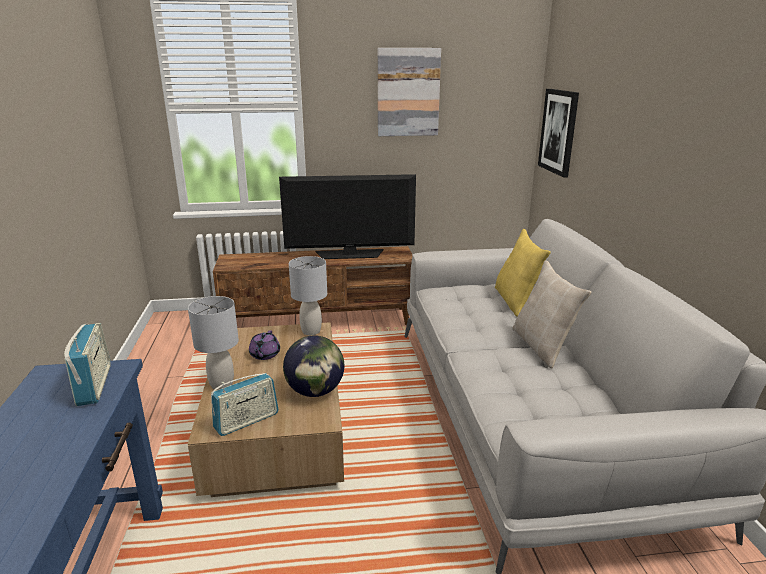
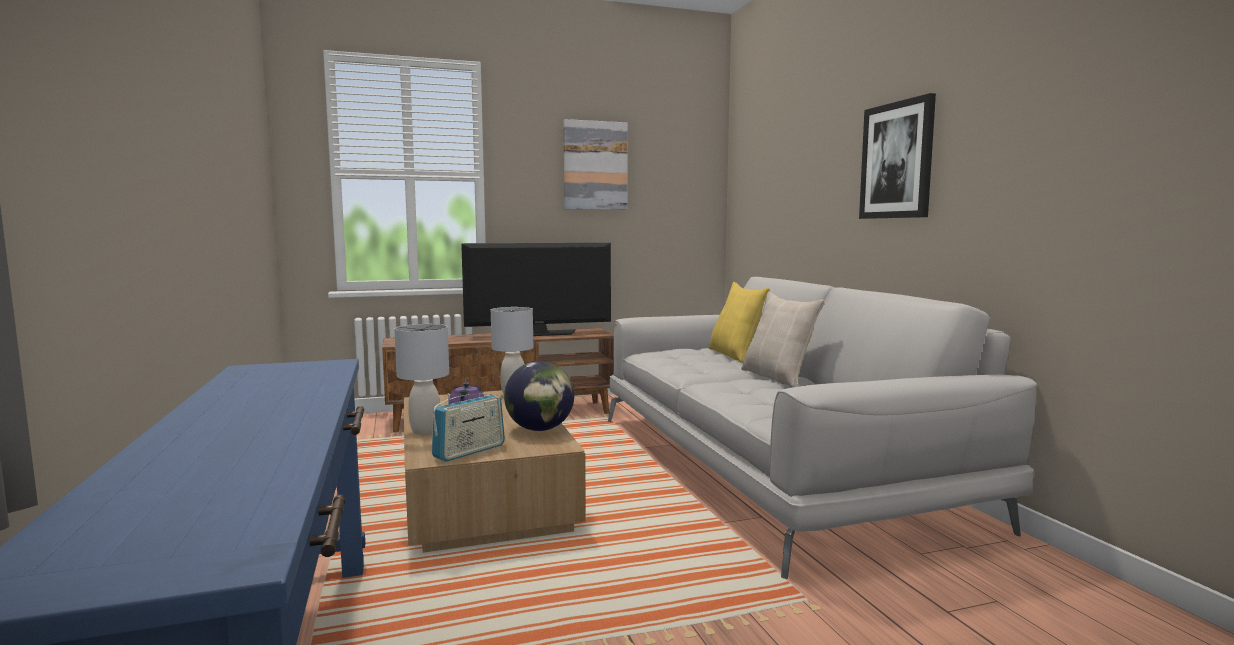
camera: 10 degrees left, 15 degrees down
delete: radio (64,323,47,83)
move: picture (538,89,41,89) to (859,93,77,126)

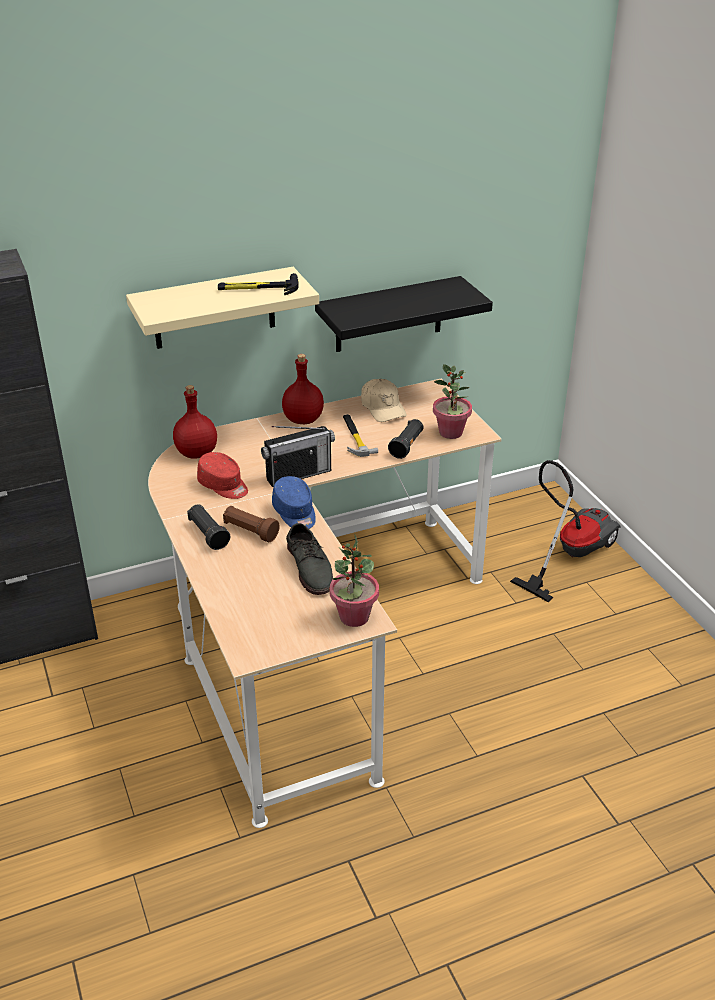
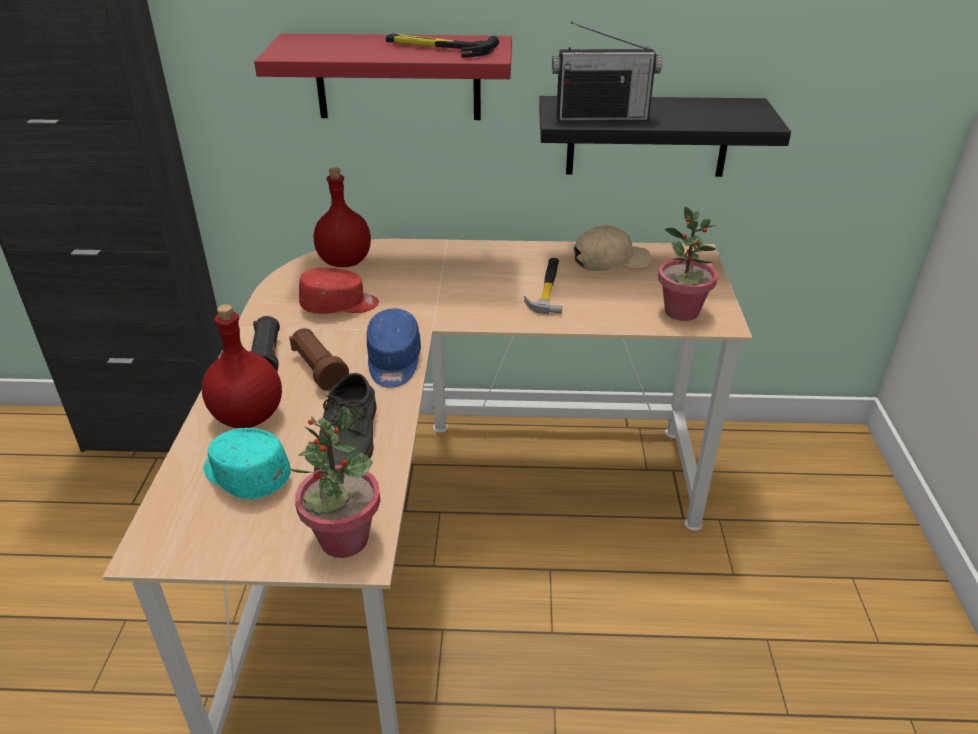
camera: 25 degrees right, 0 degrees up
delete: flashlight in black (388,419,36,40); vacuum cleaner (510,460,111,143)
insert: cap in turquoise (204,428,87,71)
move: radio (261,426,74,61) to (552,21,110,100); bottle in red (282,354,42,70) to (202,304,80,124)
recolor: shelf in beige (126,267,193,82) to shelf in red (254,34,258,86)
rotate: cap in red (197,452,51,47) = (299,267,80,47) 75 degrees counterclockwise; cap in beige (361,379,46,43) = (574,225,78,46) 105 degrees counterclockwise

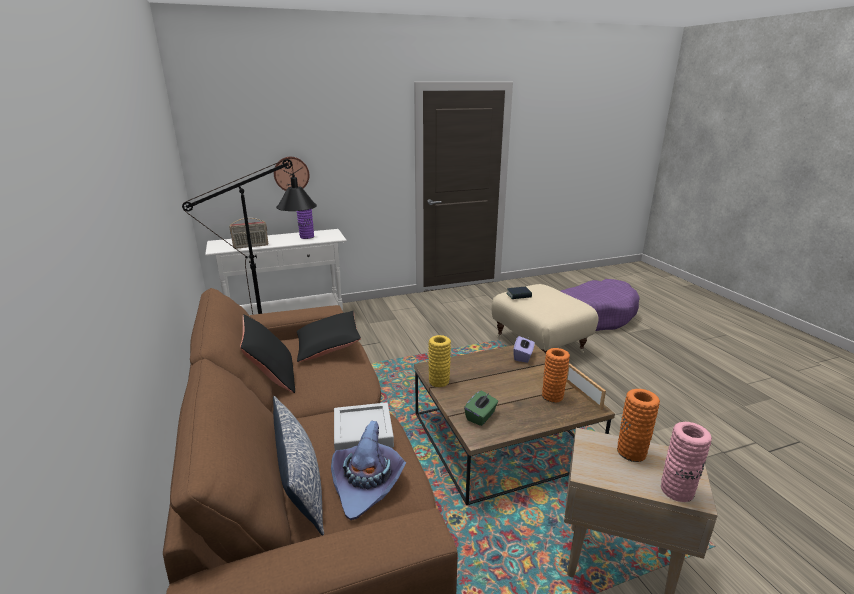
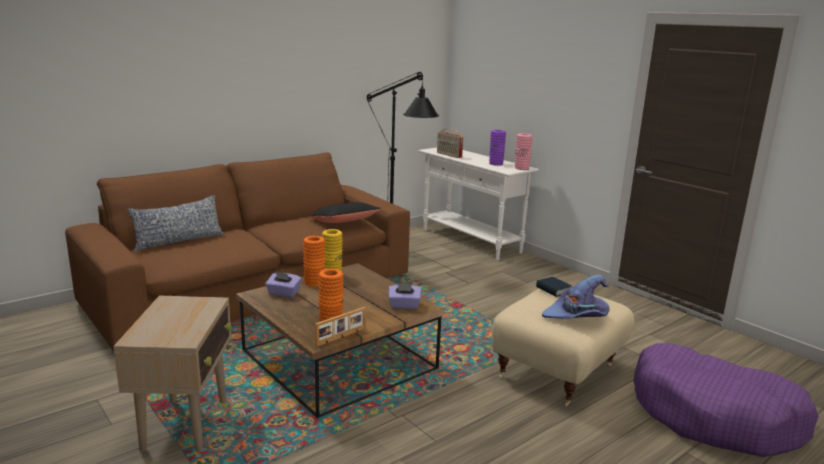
camera: 70 degrees right, 5 degrees down
delete: pillow in black (240,314,55,79); wall clock (274,157,35,34); tray in grey (334,402,60,49)
move: hat in purple (331,421,75,99) to (542,275,68,44); vase in orange (617,389,43,73) to (303,236,22,51); vase in pink (661,422,51,80) to (515,133,17,37)
recolor: tissue box in green (464,391,34,35) to tissue box in purple (265,271,36,27)

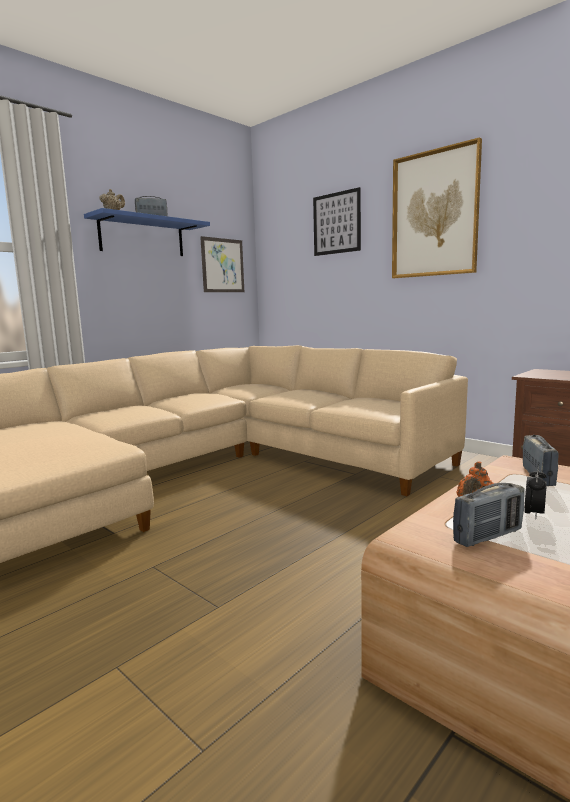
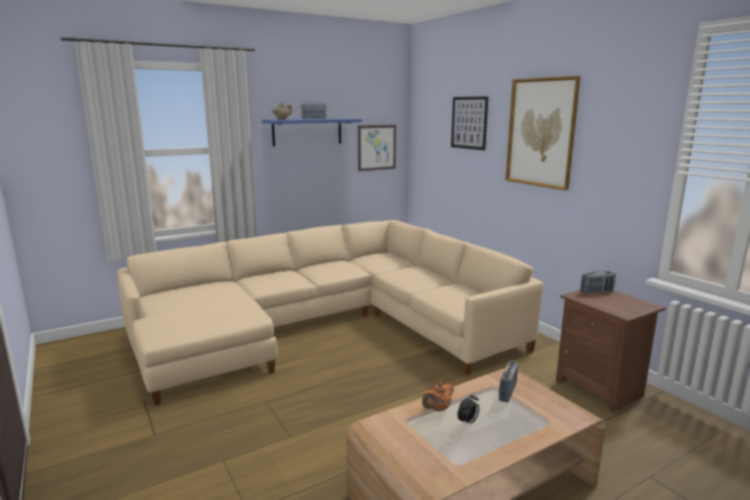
camera: 15 degrees right, 5 degrees up
move: radio (453,483,72,64) to (581,271,35,23)

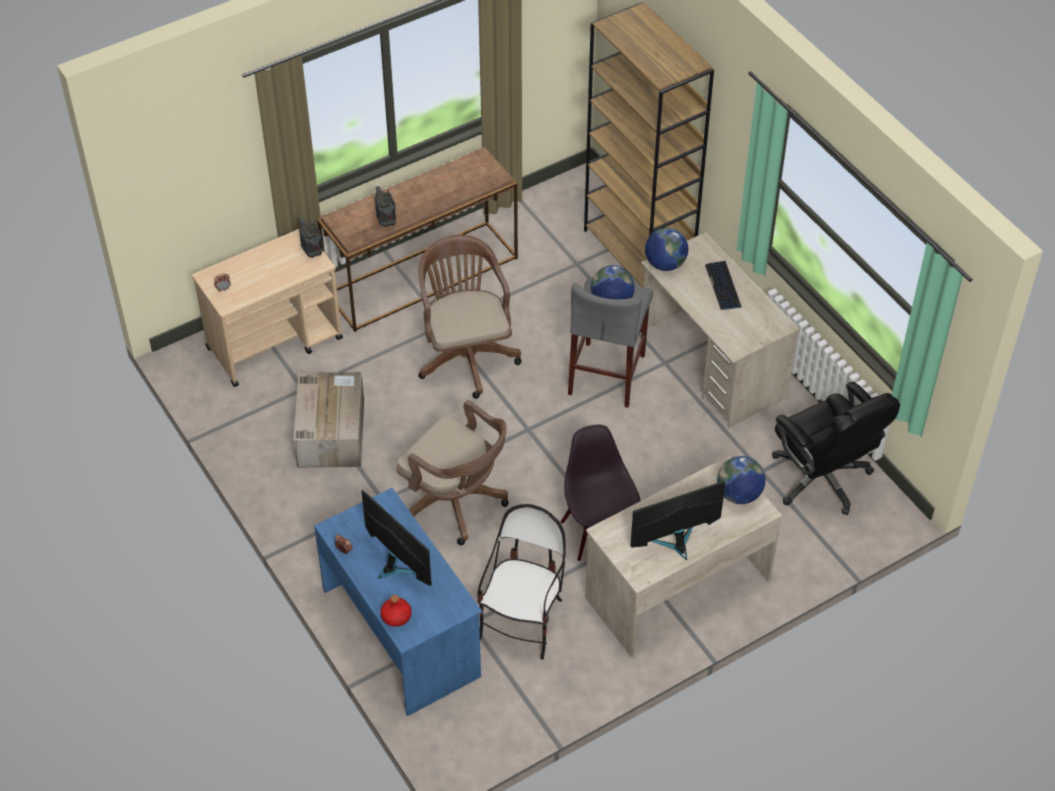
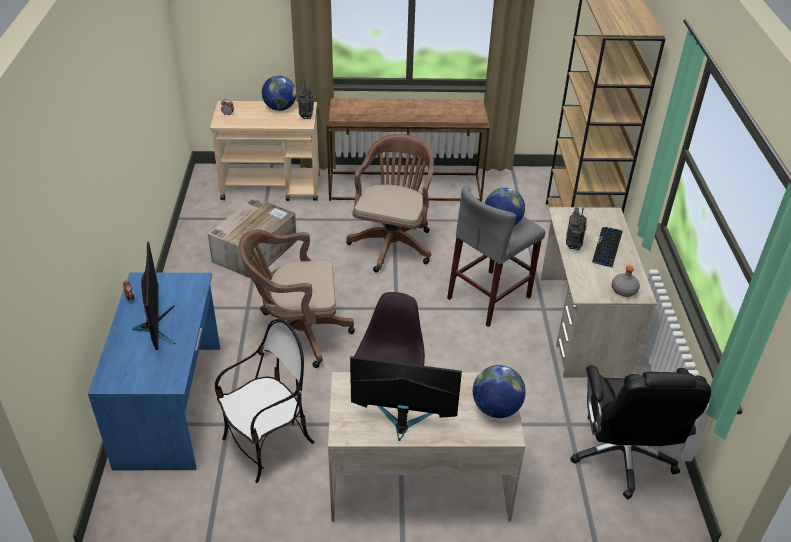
camera: 30 degrees right, 10 degrees down
delete: bottle in red (380,595,31,32)
insert: bottle in grey (611,266,29,31)
move: radio (375,186,21,41) to (566,207,21,43); globe (645,227,43,44) to (262,76,35,35)
rotate: office chair in brown (397,400,112,145) = (239,229,116,139) 105 degrees clockwise

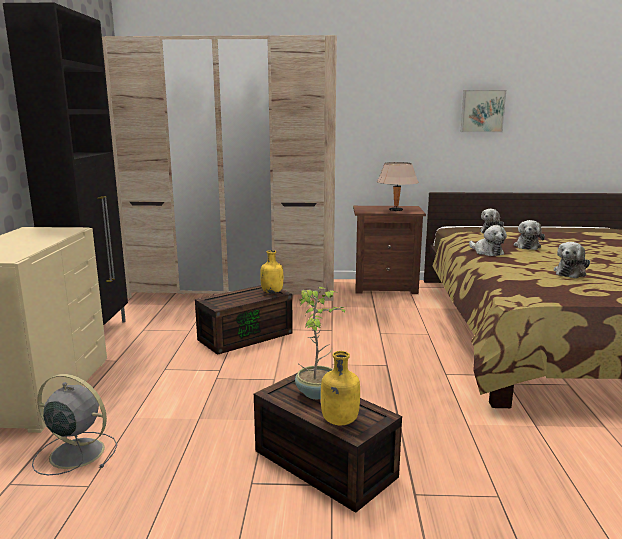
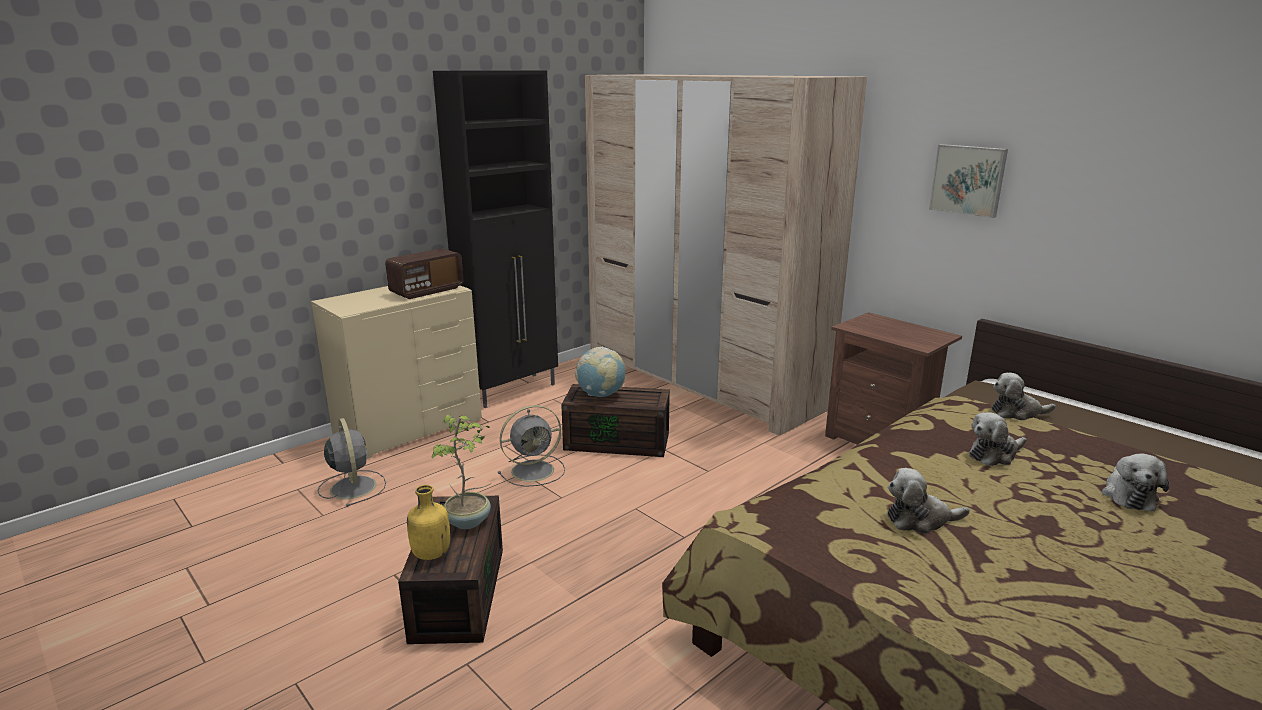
camera: 45 degrees right, 5 degrees up
delete: bottle in yellow (260,250,23,44); table lamp in beige (377,162,42,49)
insert: radio (385,248,79,51); fan in grey (498,405,67,82); globe (575,347,50,50)
move: picture (461,90,45,42) to (929,144,79,74); plush toy (469,225,38,31) to (1102,453,67,59)

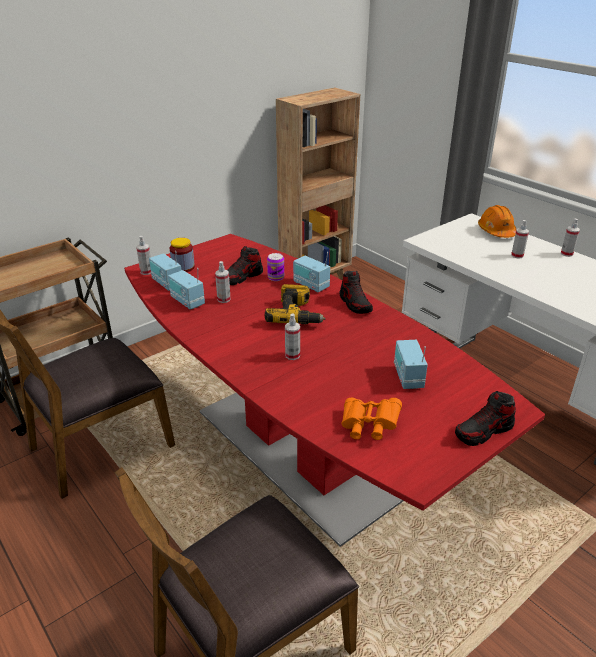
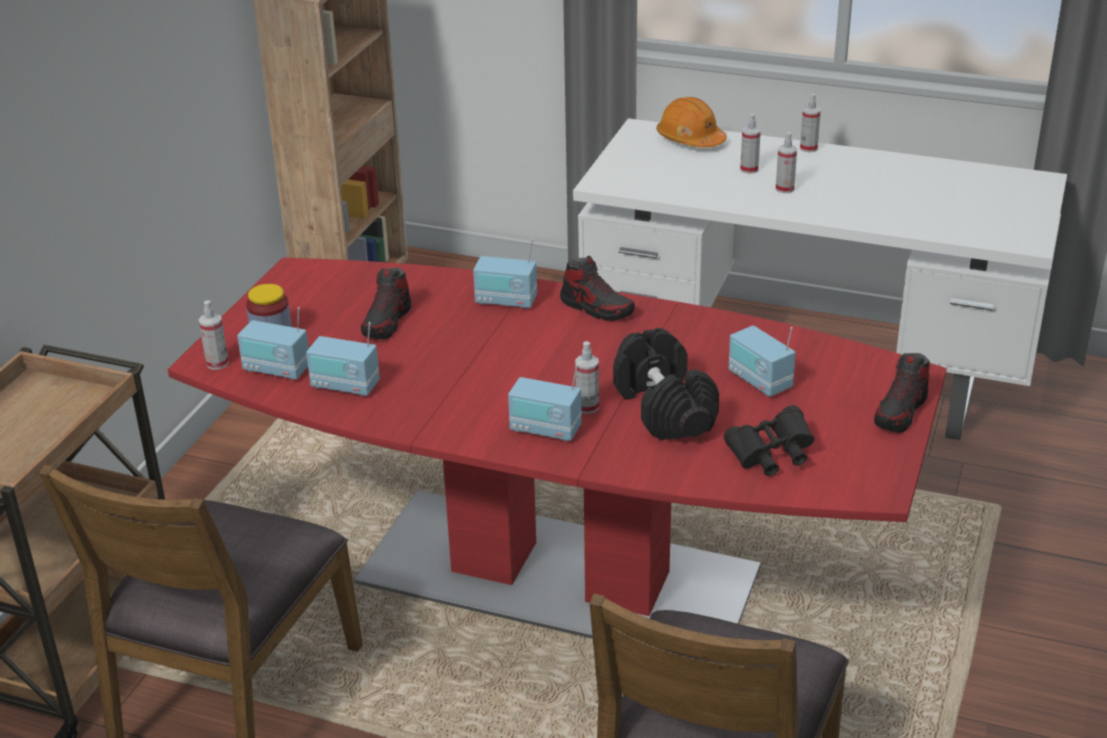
camera: 30 degrees left, 0 degrees up
delete: power drill (265,284,61,40); can (267,253,17,28)
insert: radio (508,364,74,78); dumbbell in black (613,328,106,112)
move: spray bottle (215,261,16,42) to (775,132,22,61)
recolor: binoculars in orange (342,398,60,42) to binoculars in black (724,405,90,71)

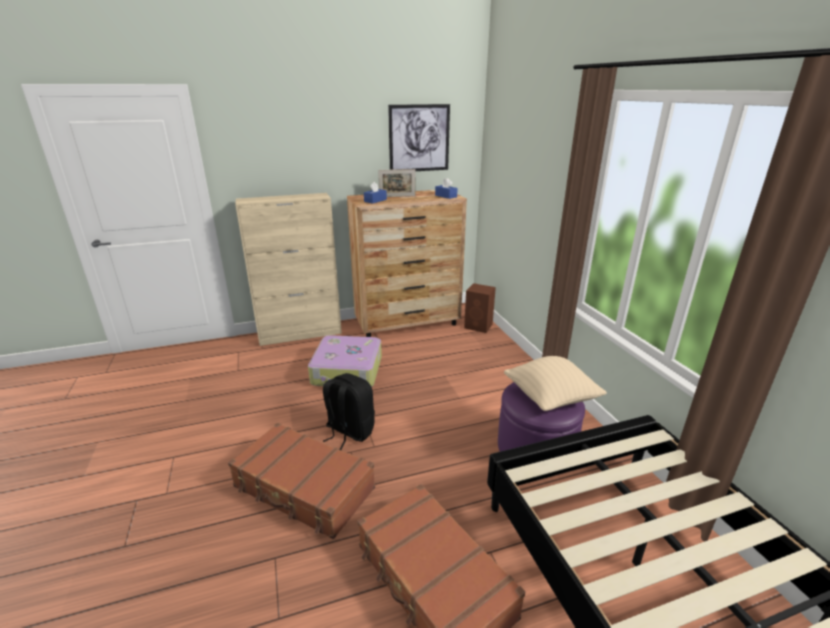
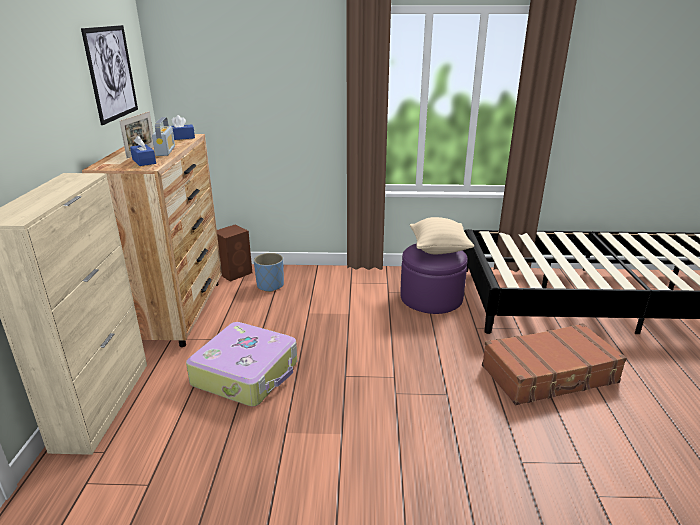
camera: 70 degrees left, 0 degrees up
delete: suitcase in brown (228,423,147,116); backpack in black (323,373,52,77)
insert: radio (152,117,23,39); planter in blue (254,253,30,39)

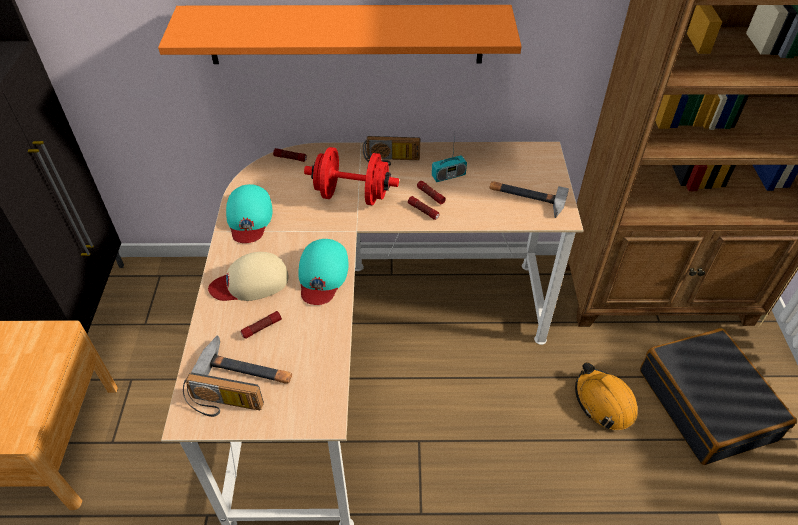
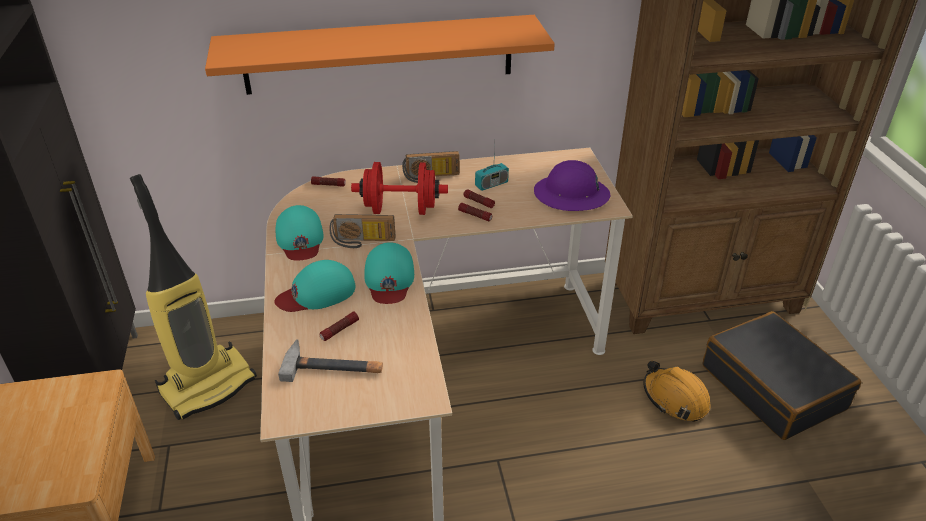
camera: 10 degrees left, 10 degrees down
insert: vacuum cleaner (130,174,127,246)
move: radio (183,373,81,44) to (329,214,67,34)
replace: hammer (489,181,80,37) to hard hat in purple (534,160,76,51)
recolor: cap in beige (208,252,81,49) to cap in turquoise (274,260,81,52)

